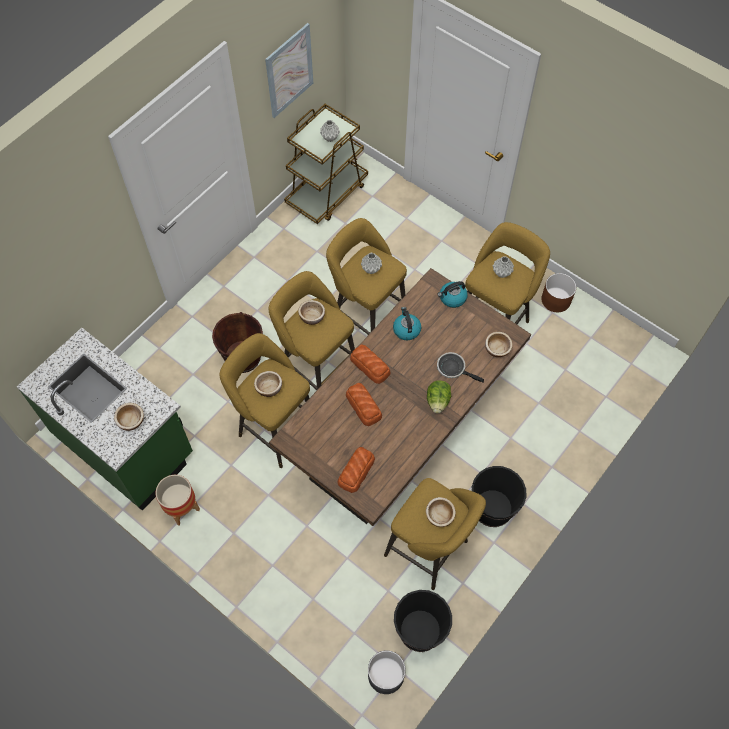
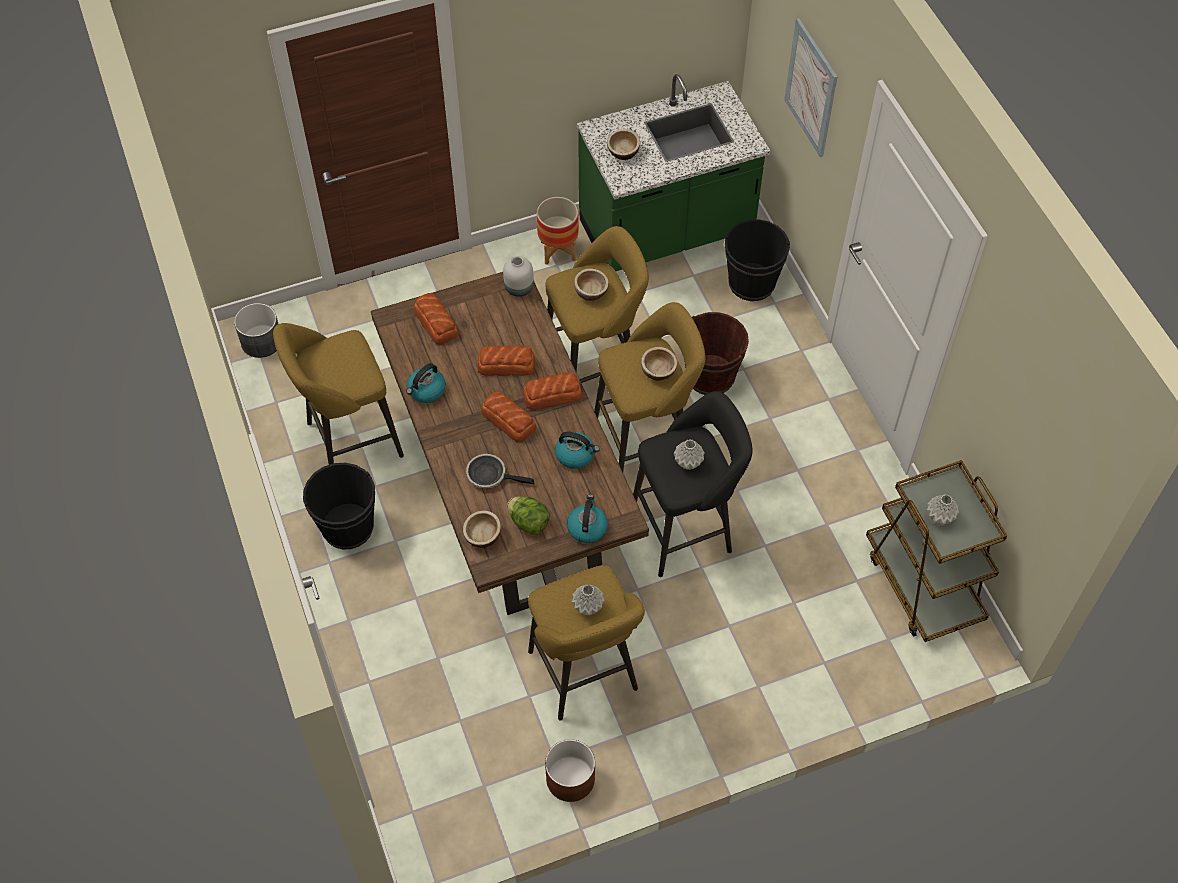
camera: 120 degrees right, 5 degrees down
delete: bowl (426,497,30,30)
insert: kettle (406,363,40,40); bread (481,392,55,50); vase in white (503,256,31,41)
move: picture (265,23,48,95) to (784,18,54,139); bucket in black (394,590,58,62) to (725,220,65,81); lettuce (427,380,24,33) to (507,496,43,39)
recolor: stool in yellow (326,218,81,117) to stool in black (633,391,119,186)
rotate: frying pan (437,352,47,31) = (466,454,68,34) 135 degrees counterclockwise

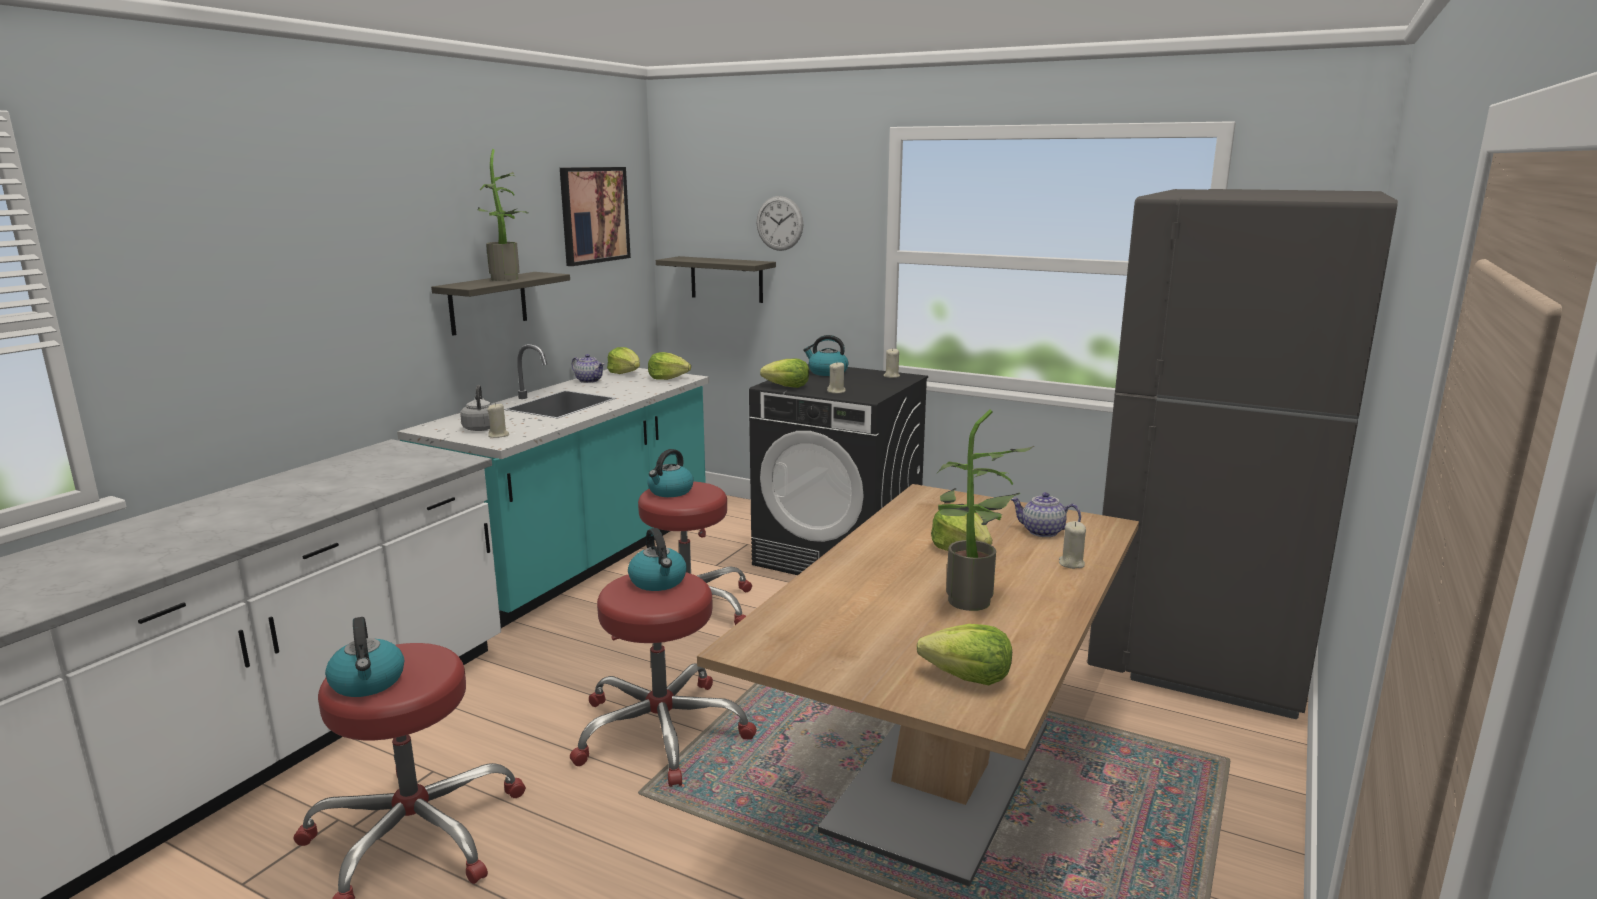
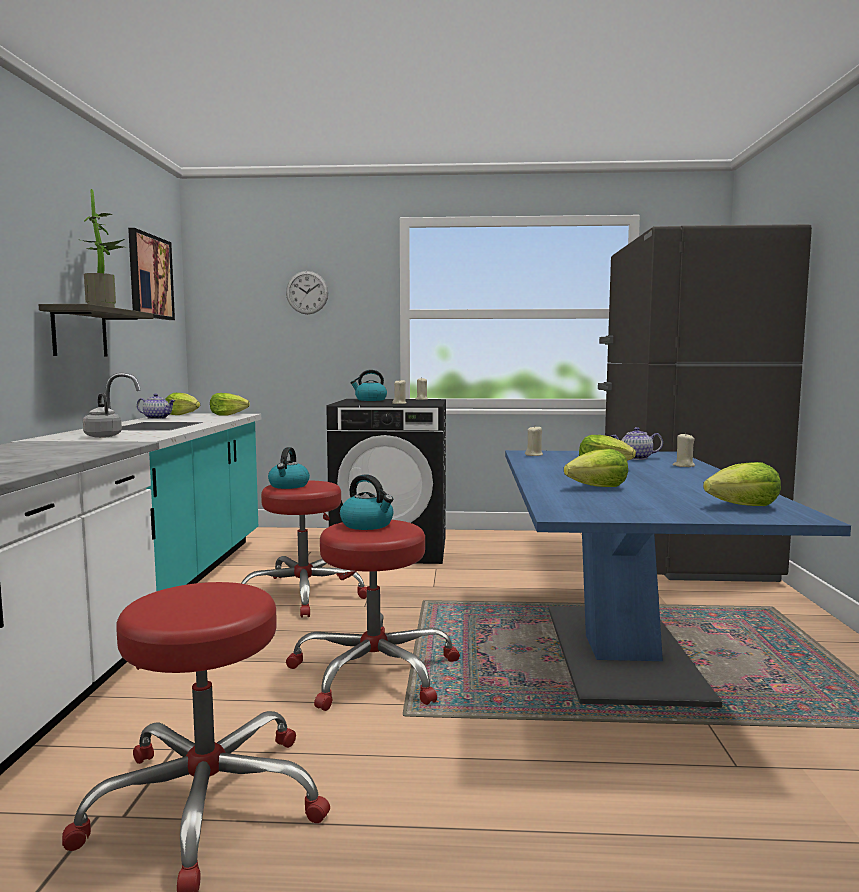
camera: 25 degrees left, 10 degrees down
delete: kettle (325,617,79,80); shelf (656,256,120,47); potted plant (937,409,98,202)
move: candle in beige (487,403,22,35) to (525,426,18,30); lettuce (760,359,49,29) to (564,449,64,38)
recolor: dining table in brown (697,484,442,403) to dining table in blue (505,450,346,257)

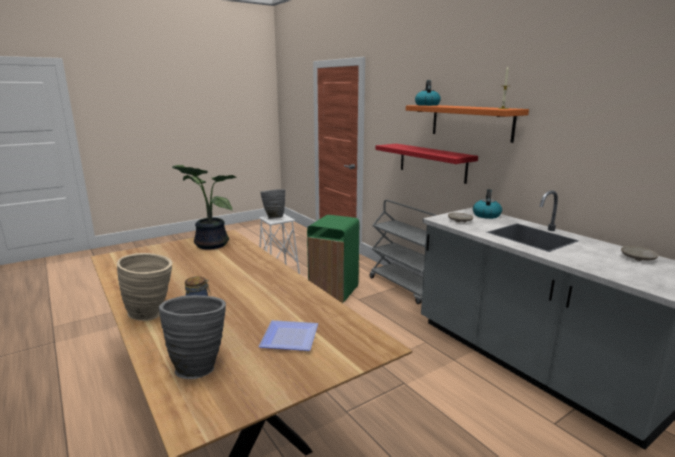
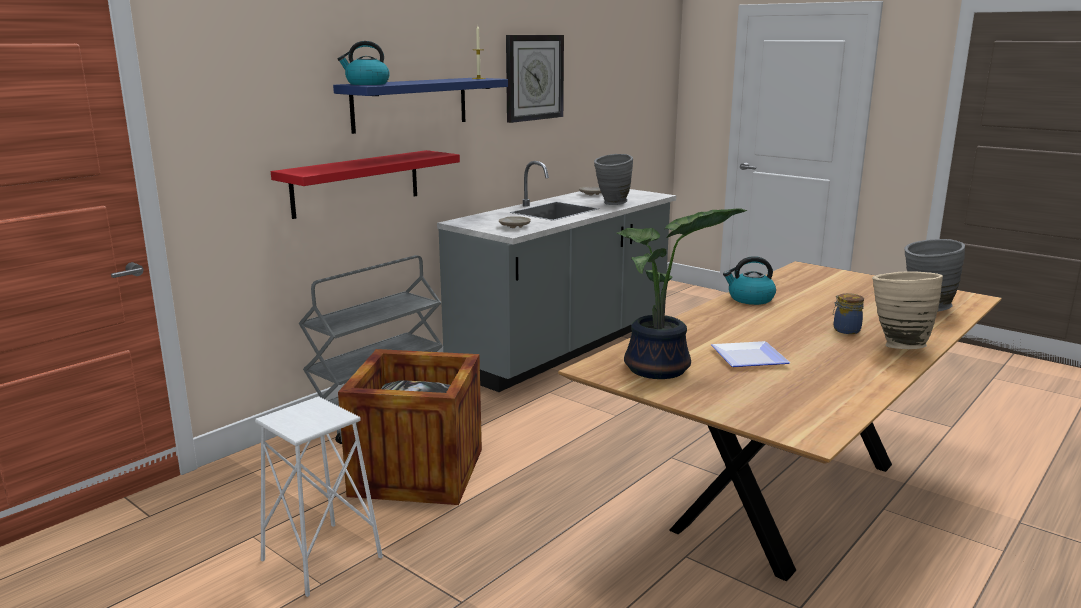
camera: 105 degrees left, 0 degrees up
insert: wall clock (506,35,58,88)
move: plate (258,320,60,31) to (711,341,79,26); vase in grey (260,189,25,30) to (594,154,39,51); kettle (473,189,29,30) to (723,256,53,49)
replace: trash can in green (307,215,52,88) to crate (338,349,144,156)
recolor: shelf in orange (406,105,123,38) to shelf in blue (333,78,175,56)

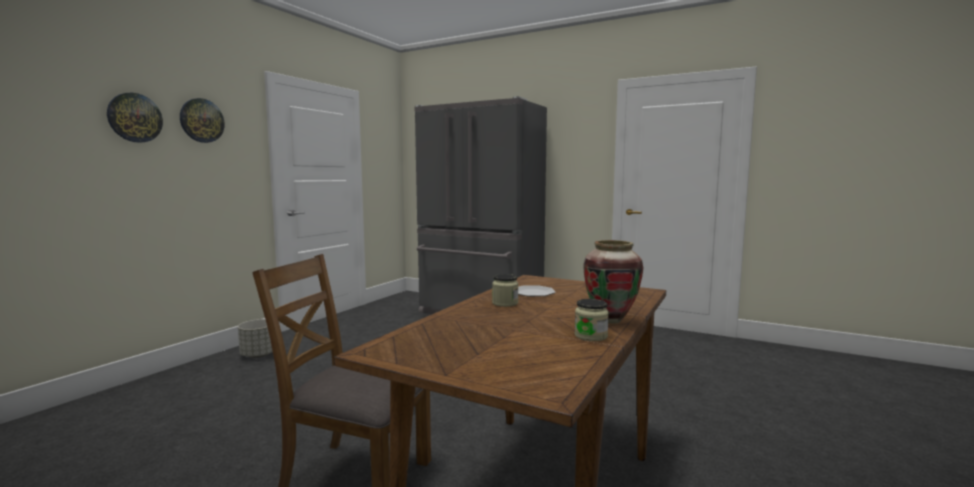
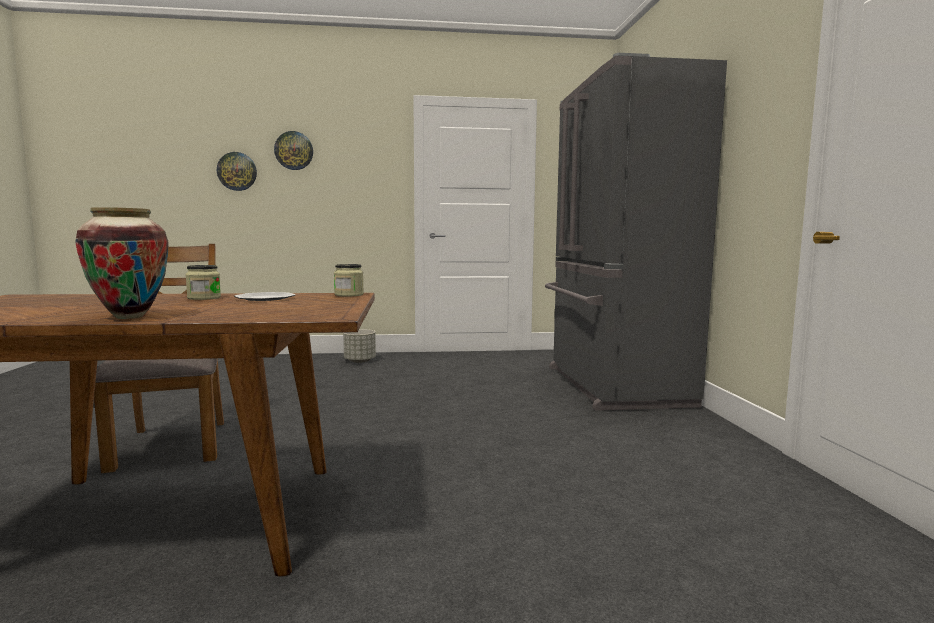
camera: 55 degrees right, 0 degrees up
move: wall clock (180,98,45,45) to (217,152,40,39); jar (575,299,34,42) to (334,264,30,33)

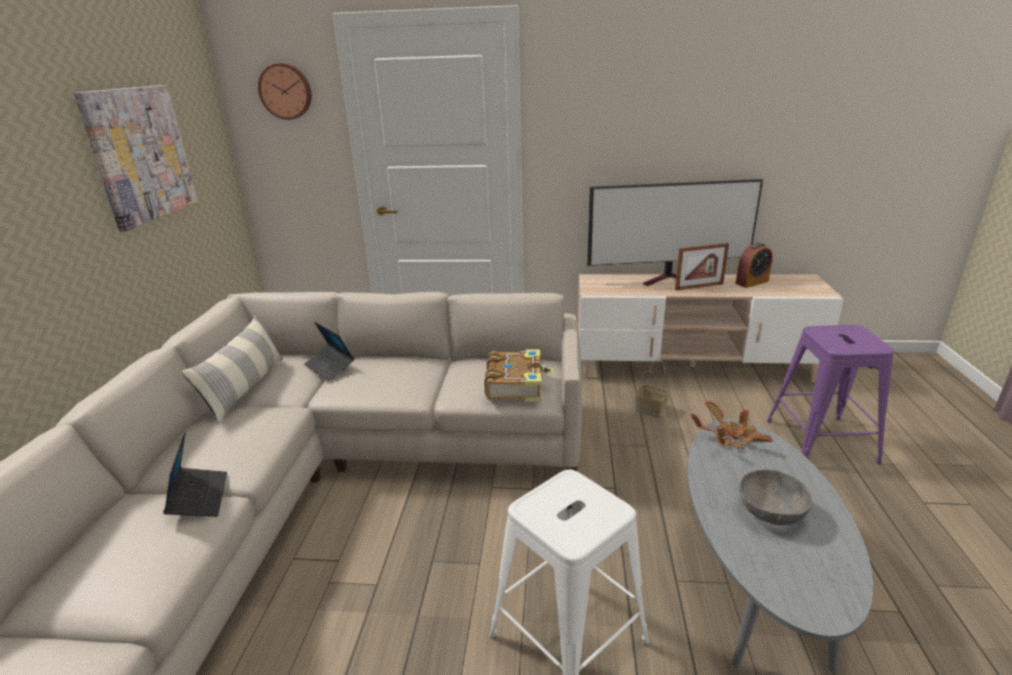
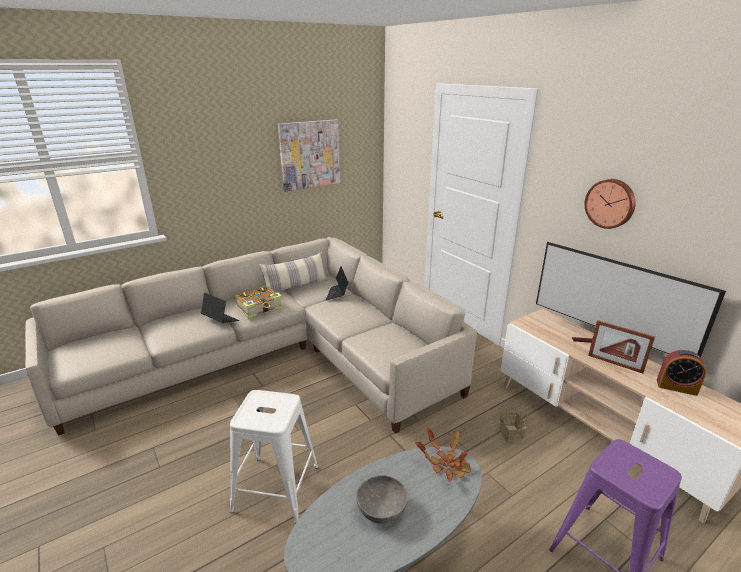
camera: 50 degrees right, 0 degrees up
move: wall clock (258,63,53,57) to (585,179,50,50); book (484,349,69,53) to (236,286,47,33)
rotate: laptop (163,432,64,85) = (201,293,38,30) 90 degrees counterclockwise

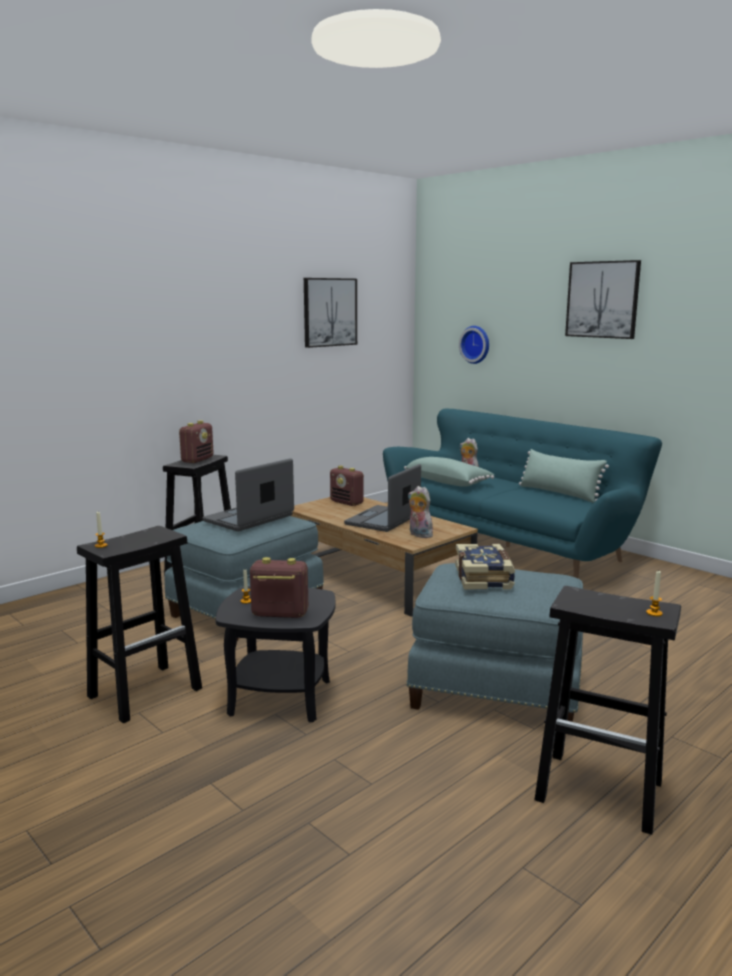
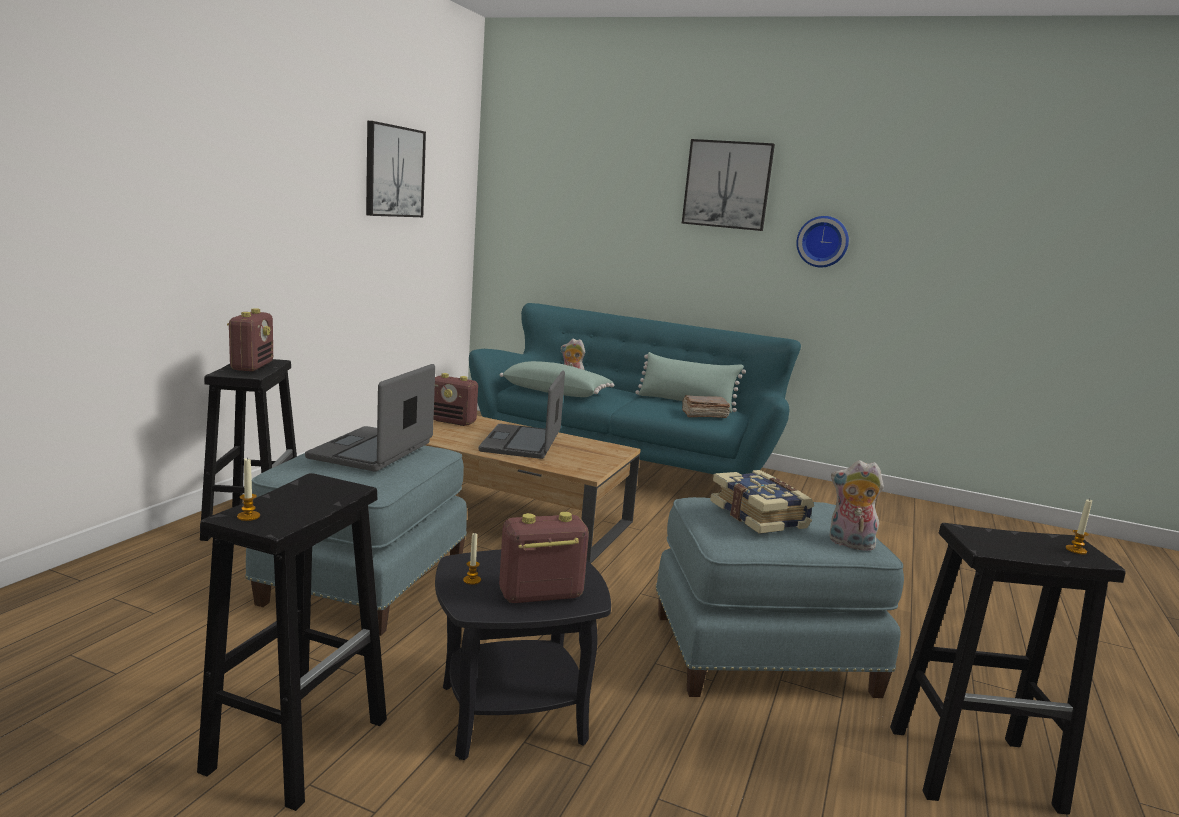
camera: 25 degrees left, 0 degrees up
insert: book in brown (682,395,48,23)
move: plush toy (408,486,28,52) to (829,460,55,91); wall clock (459,326,30,38) to (796,216,53,52)

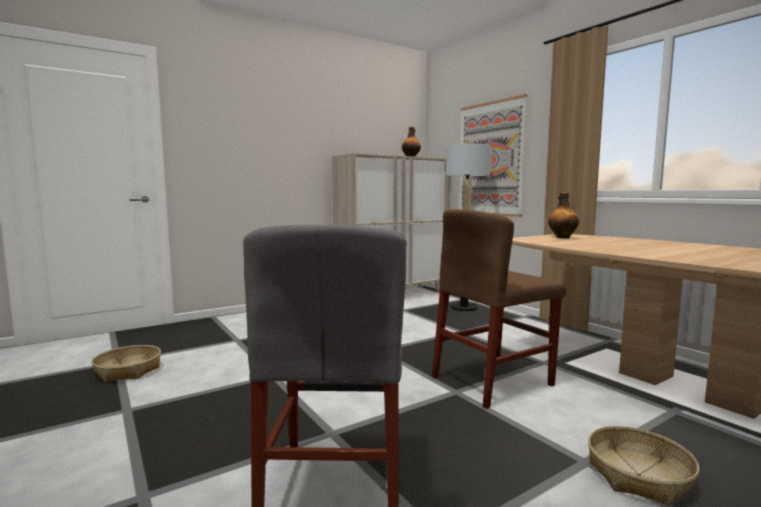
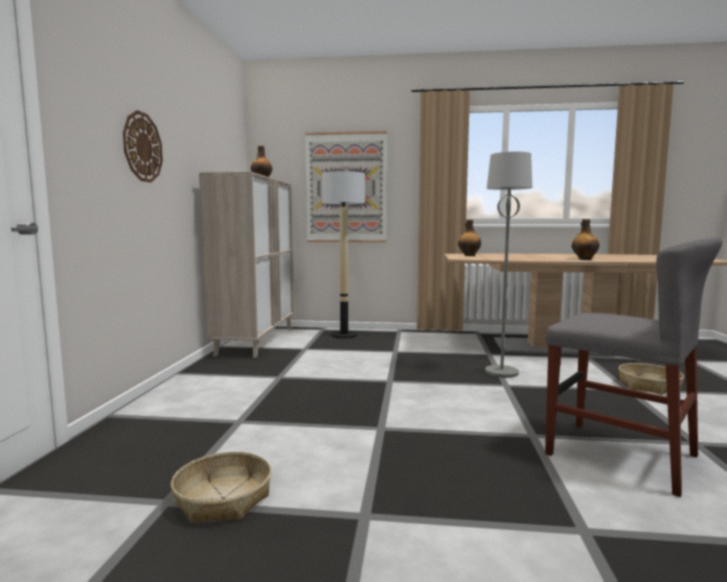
camera: 50 degrees left, 0 degrees up
insert: wall clock (123,110,40,72); bottle (572,219,27,41)
replace: chair in brown (432,209,134,200) to floor lamp in grey (485,152,47,226)

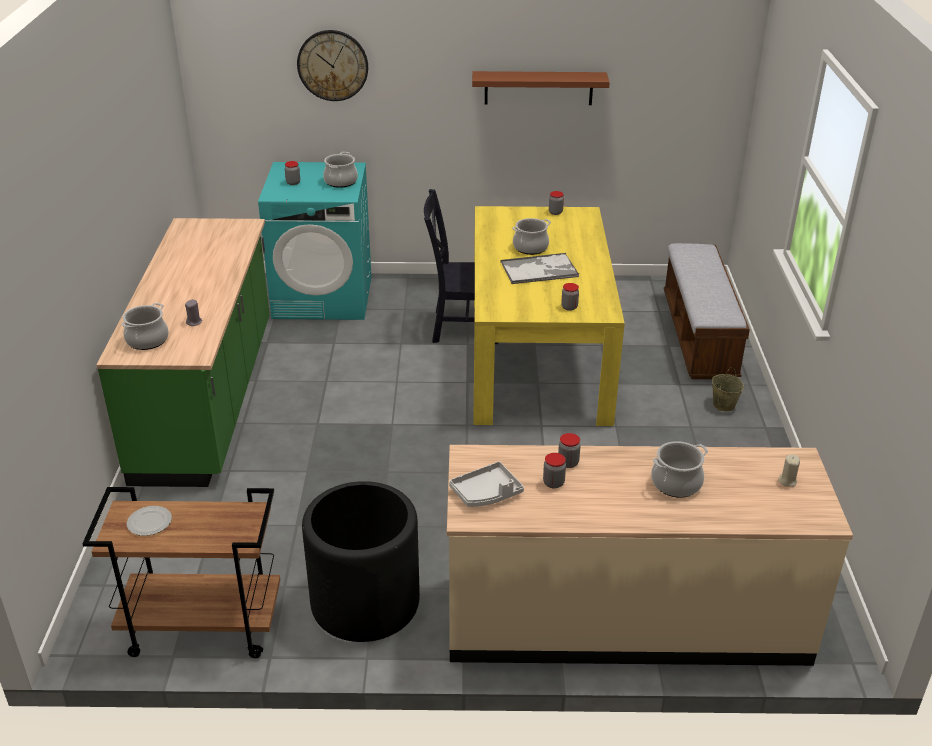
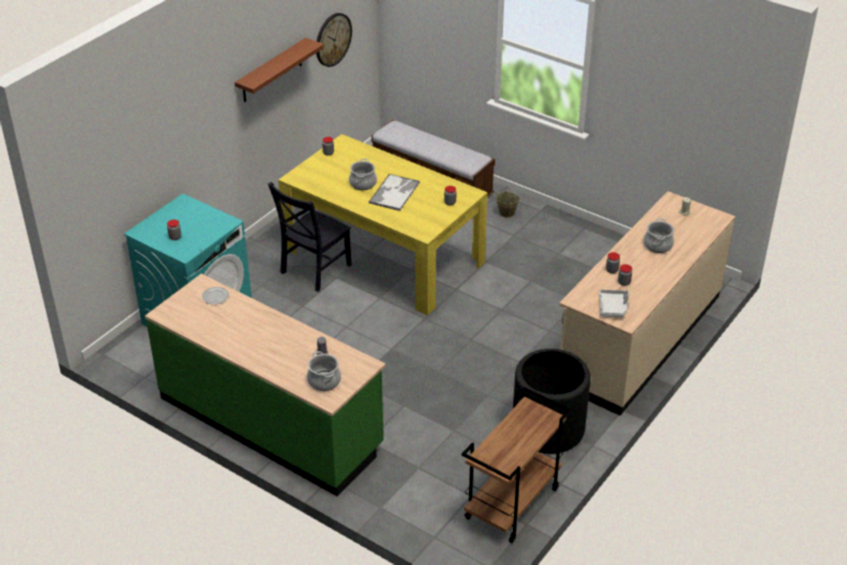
camera: 55 degrees left, 5 degrees up
delete: cooking pot (323,152,35,36)
move: plate (127,506,45,30) to (202,287,27,17); wall clock (297,30,71,71) to (316,13,36,54)

